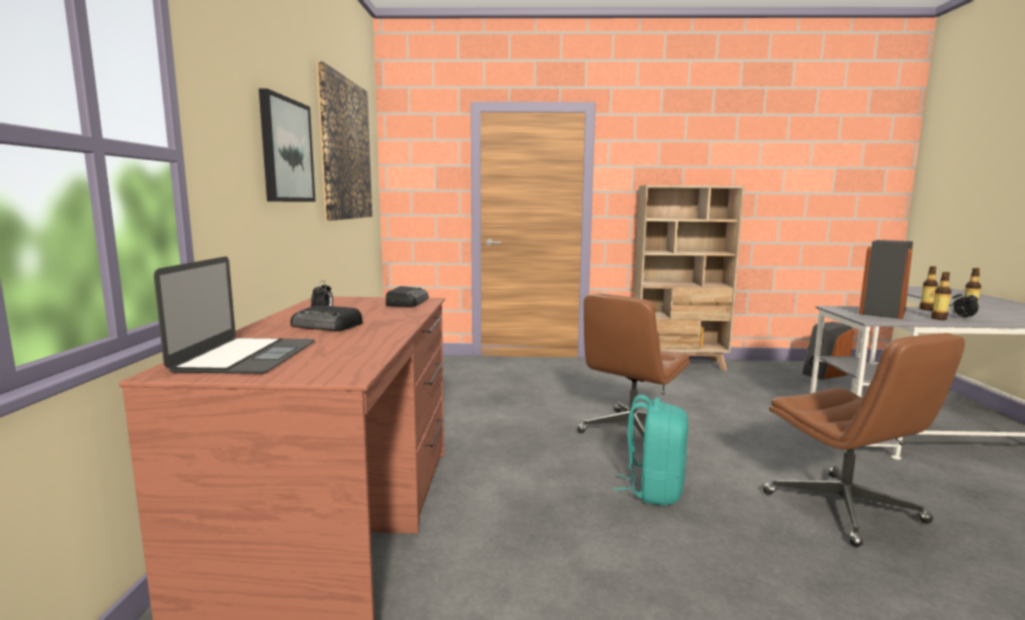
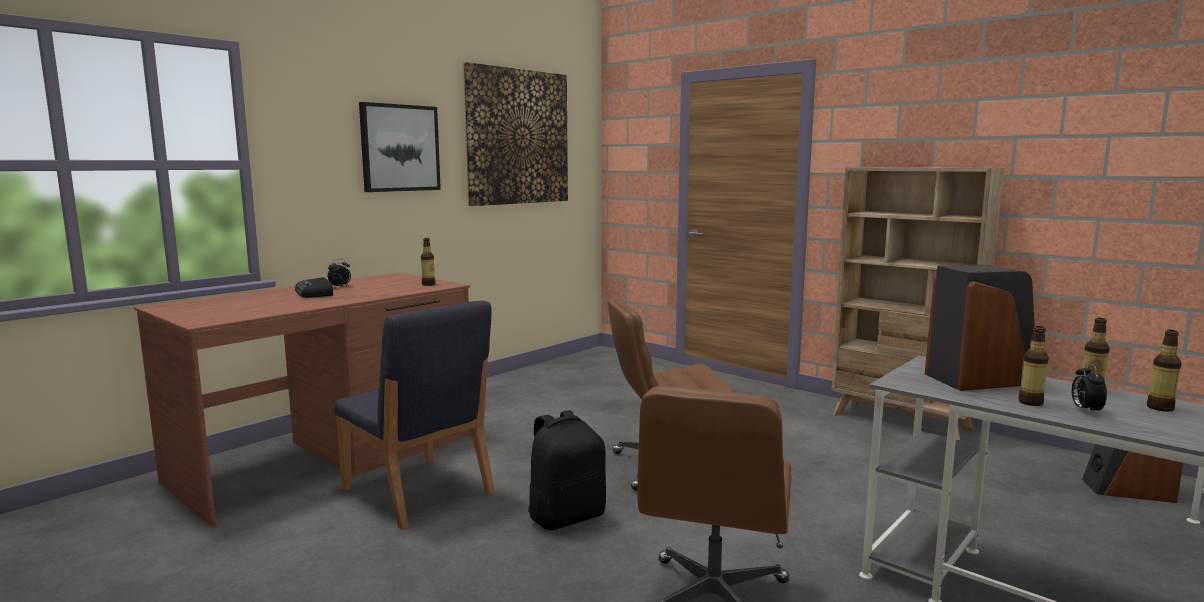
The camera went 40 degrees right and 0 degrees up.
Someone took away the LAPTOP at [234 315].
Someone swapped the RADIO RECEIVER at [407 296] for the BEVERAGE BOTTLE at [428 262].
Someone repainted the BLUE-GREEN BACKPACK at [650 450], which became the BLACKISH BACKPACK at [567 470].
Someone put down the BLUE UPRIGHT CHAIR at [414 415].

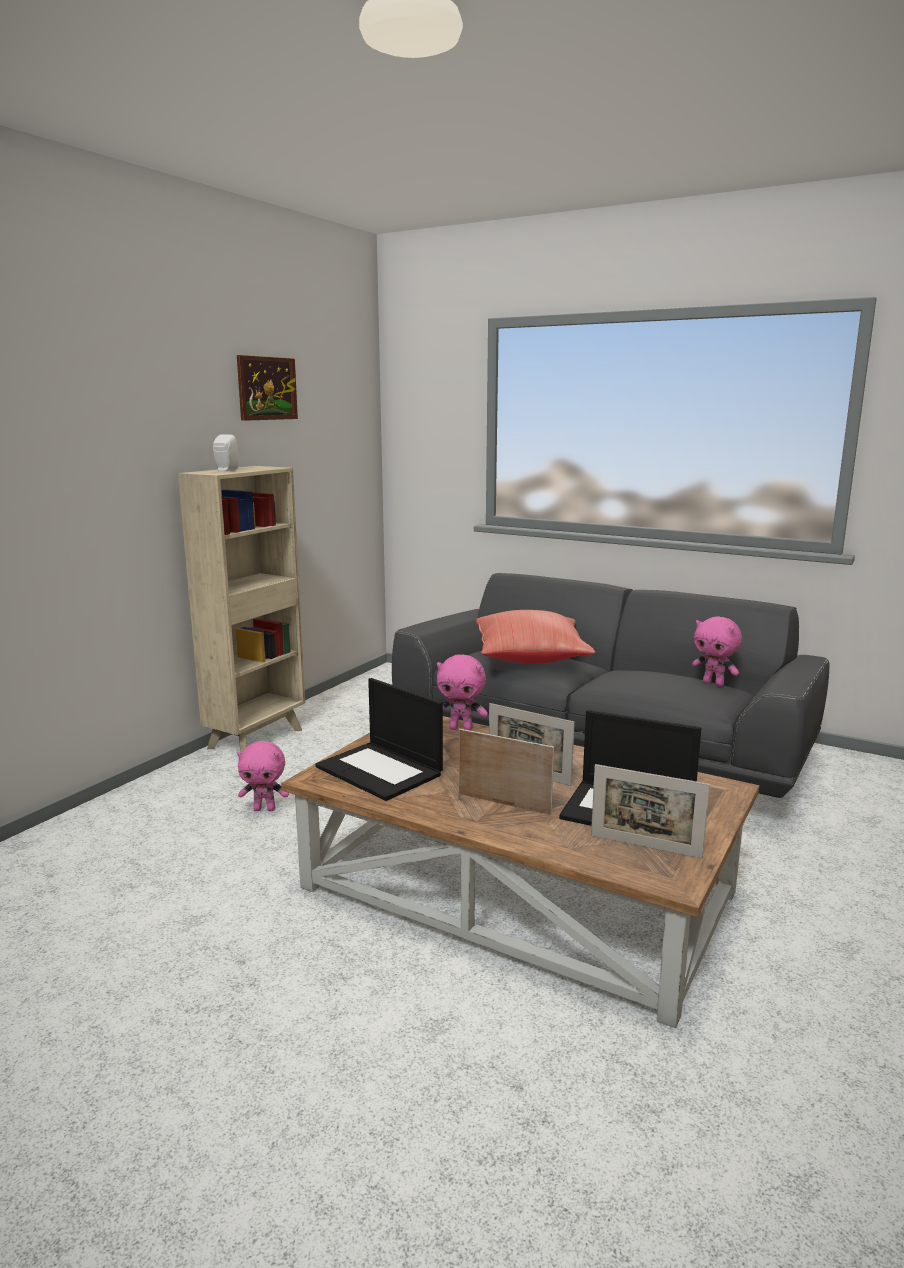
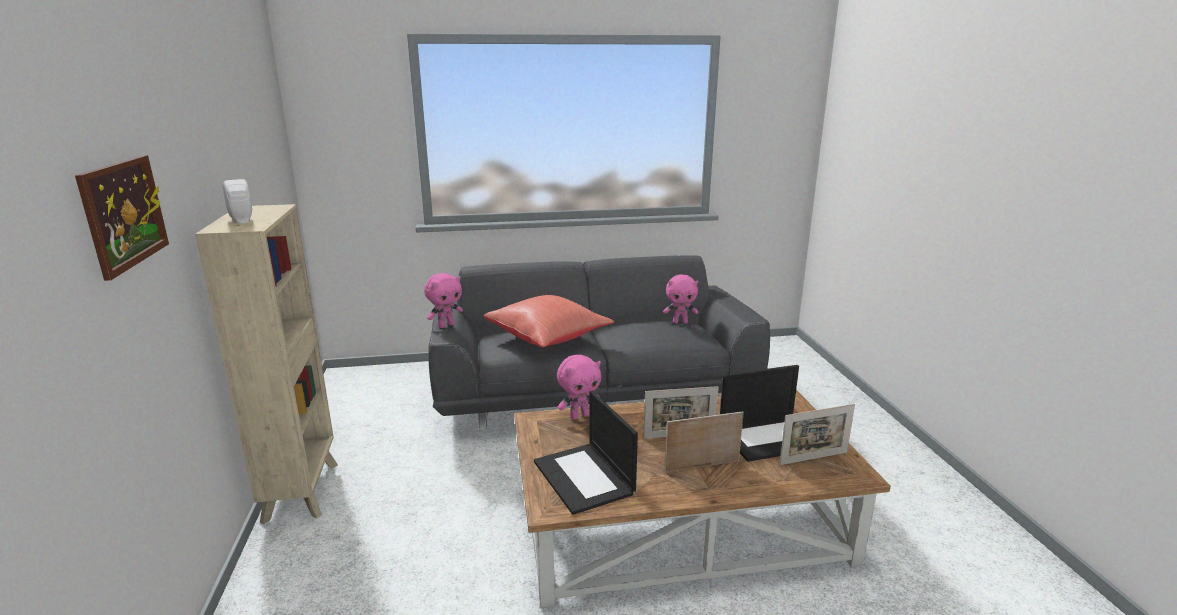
The camera went 40 degrees left and 5 degrees up.
Someone carried the WALL PICTURE from [267 388] to [122 218].
Someone rotated the LAPTOP at [379 739] by 60 degrees clockwise.
Someone carried the PINK PLUSH TOY from [263 776] to [443 300].

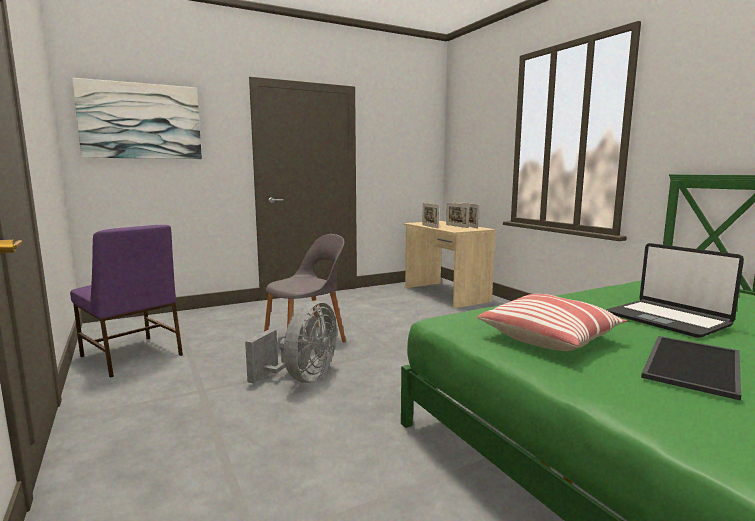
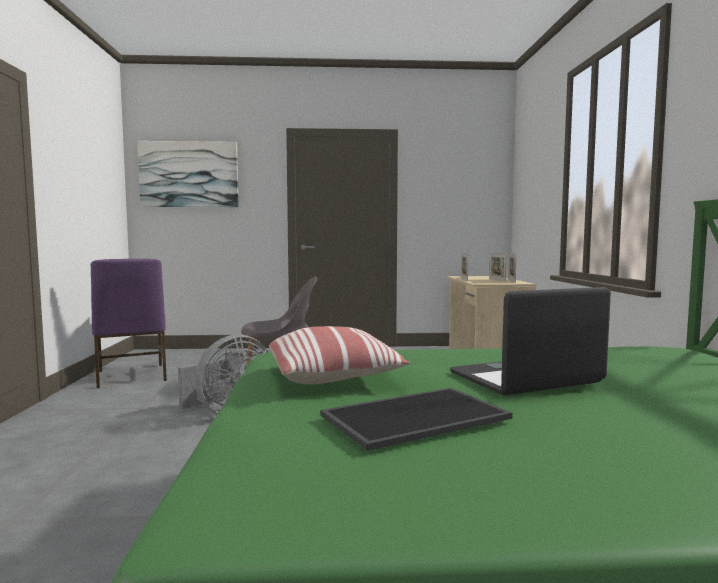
The camera went 25 degrees right and 5 degrees down.
Someone rotated the LAPTOP at [675 290] by 75 degrees clockwise.

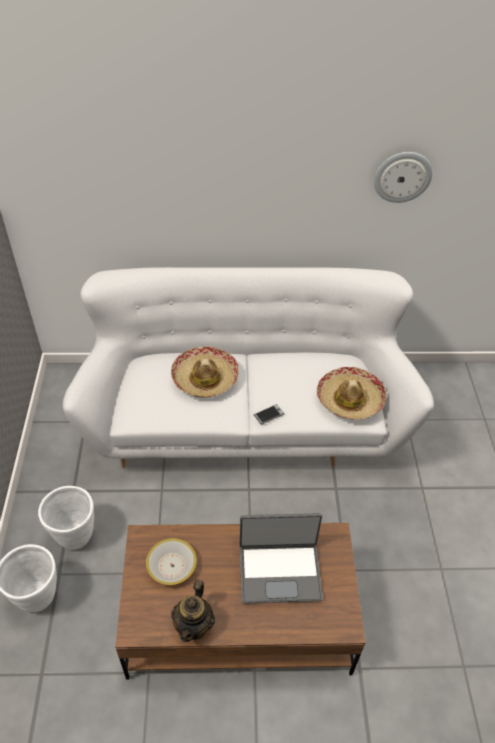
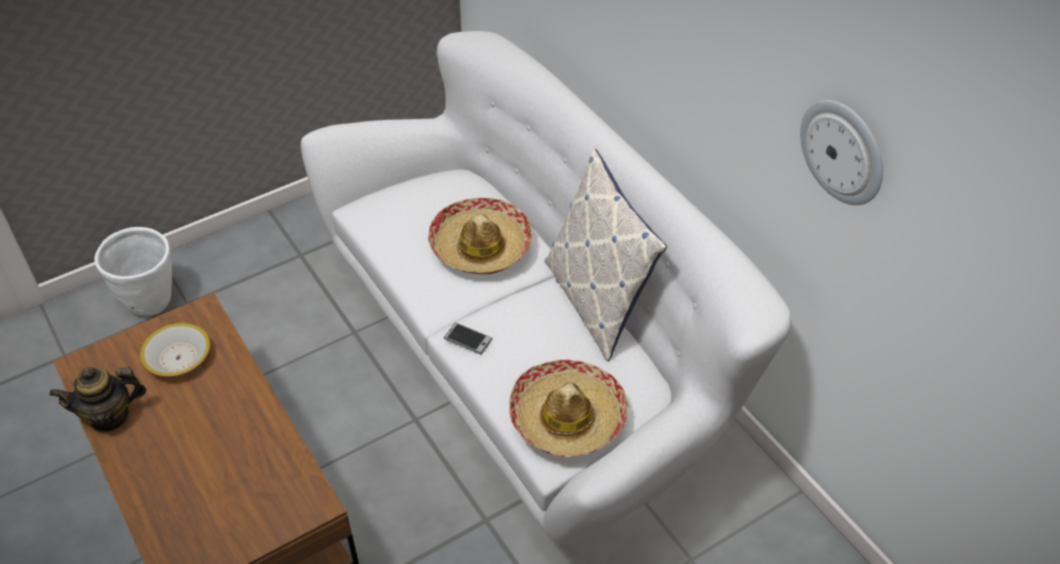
The camera went 60 degrees right and 0 degrees up.
Someone took away the WHITE-COLOURED PLANTER at [66 518].
Someone took away the LAPTOP at [281 558].
Someone put down the CUSHION at [605 254].

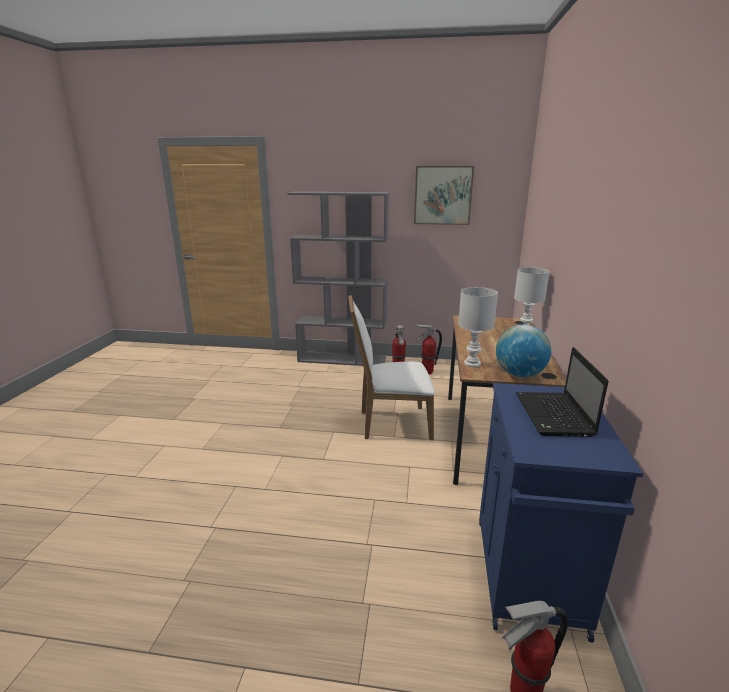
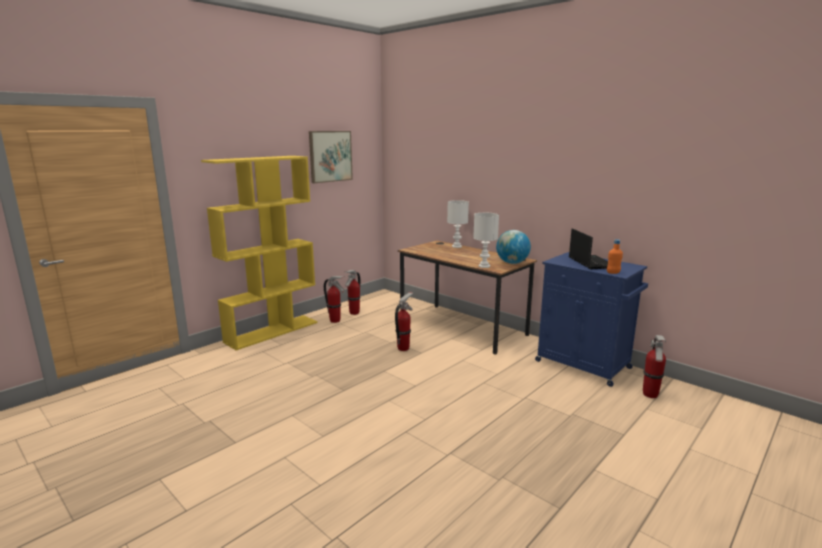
The camera went 55 degrees left and 5 degrees down.
Someone repainted the GREYISH BOOKCASE at [338 278], which became the YELLOW-COLOURED BOOKCASE at [259 253].
Someone swapped the WHITE-COLOURED UPRIGHT CHAIR at [391 367] for the FIRE EXTINGUISHER at [404 321].
Someone rotated the LAPTOP at [562 392] by 135 degrees counterclockwise.
Someone put down the ORANGEY BEVERAGE BOTTLE at [615 256].

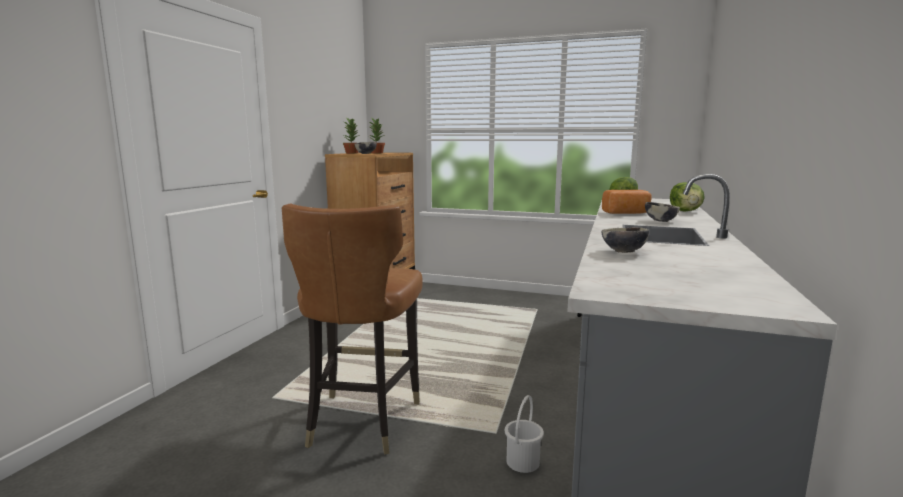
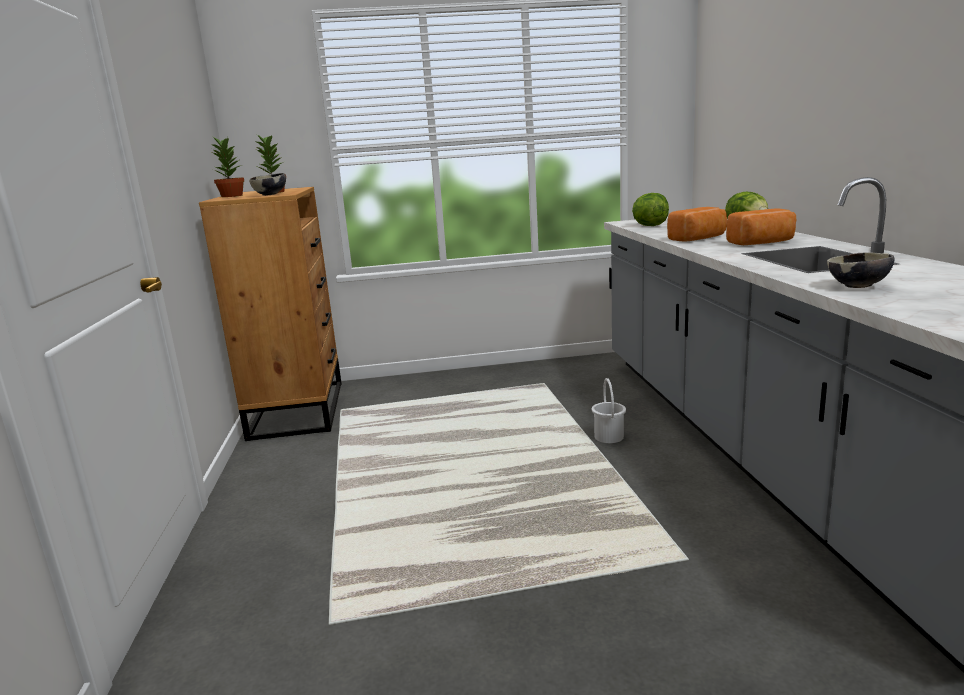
The camera went 25 degrees left and 5 degrees up.
Someone swapped the DEEP DISH at [662 212] for the BAKED BREAD at [761 227].
Someone took away the BROWNISH UPRIGHT CHAIR at [352 329].
Someone carried the WHITE-COLOURED WATER BUCKET from [524 434] to [609 410].

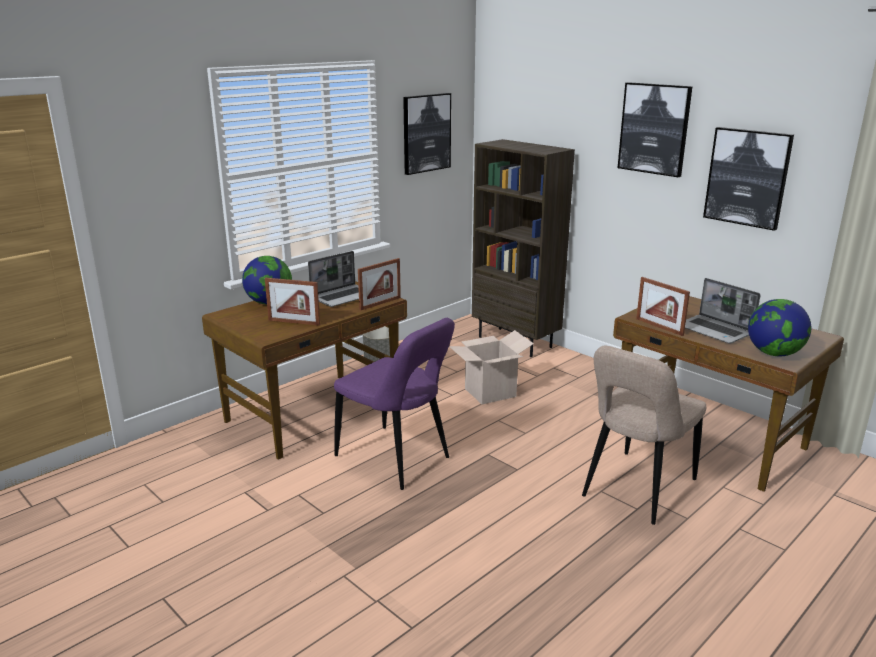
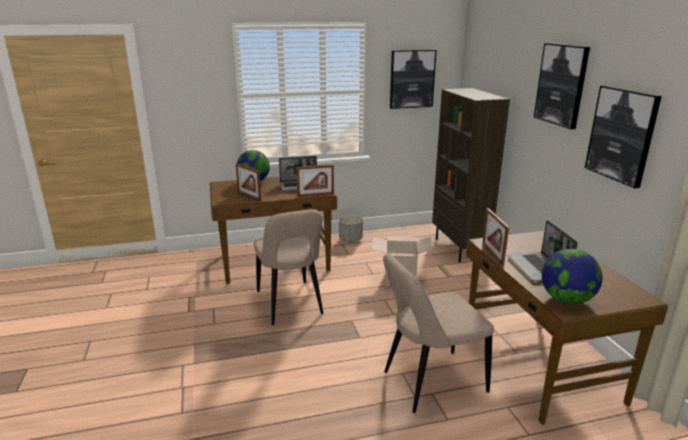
The camera went 30 degrees right and 0 degrees up.
Someone repainted the PURPLE UPRIGHT CHAIR at [394 404], which became the BEIGE-COLOURED UPRIGHT CHAIR at [289 267].

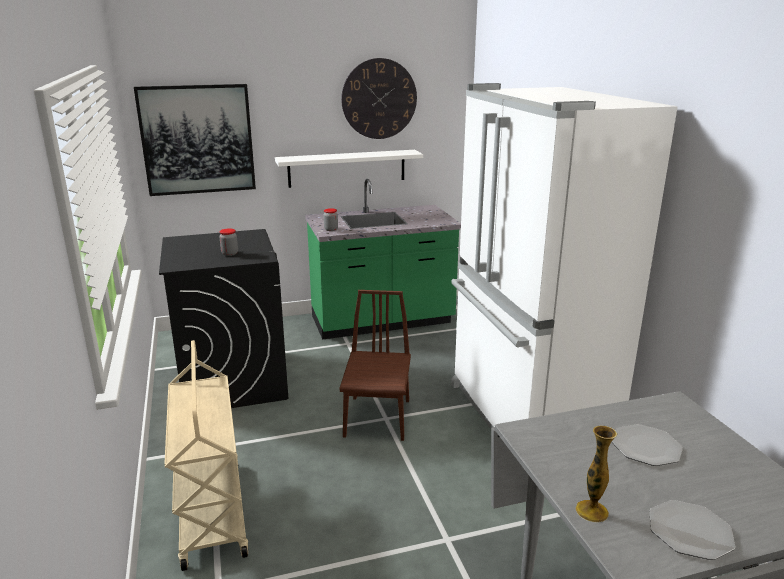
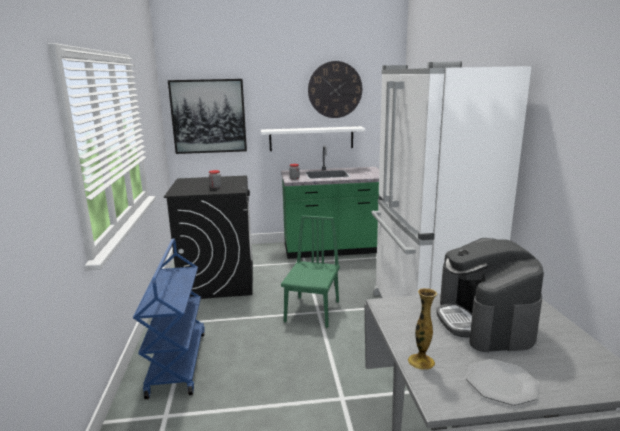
The camera went 10 degrees right and 5 degrees down.
Someone repainted the BROWNISH UPRIGHT CHAIR at [375 365], which became the GREEN-COLOURED UPRIGHT CHAIR at [310 271].
Someone repainted the BEIGE-COLOURED CART at [206 455], which became the BLUE CART at [169 318].
Someone swapped the FLAT DISH at [647 445] for the COFFEE BREWER at [490 295].

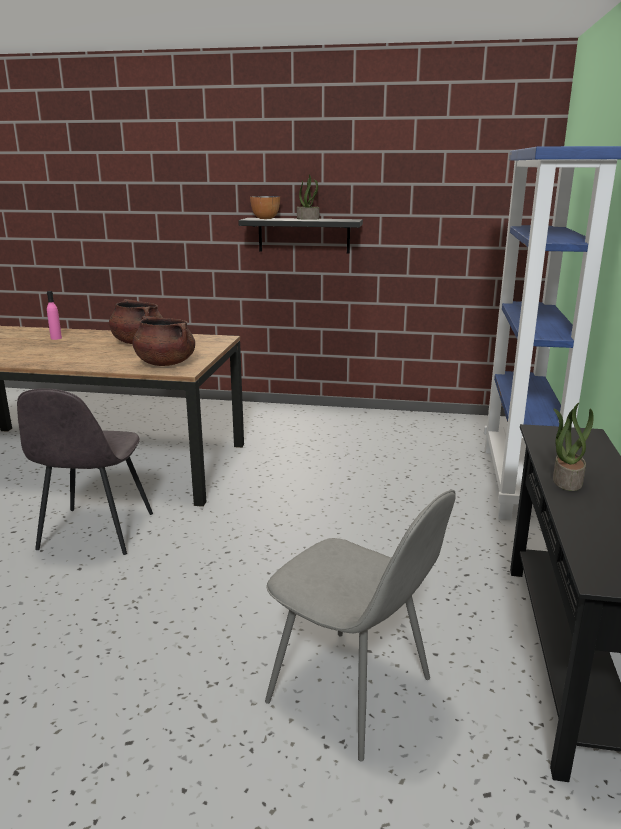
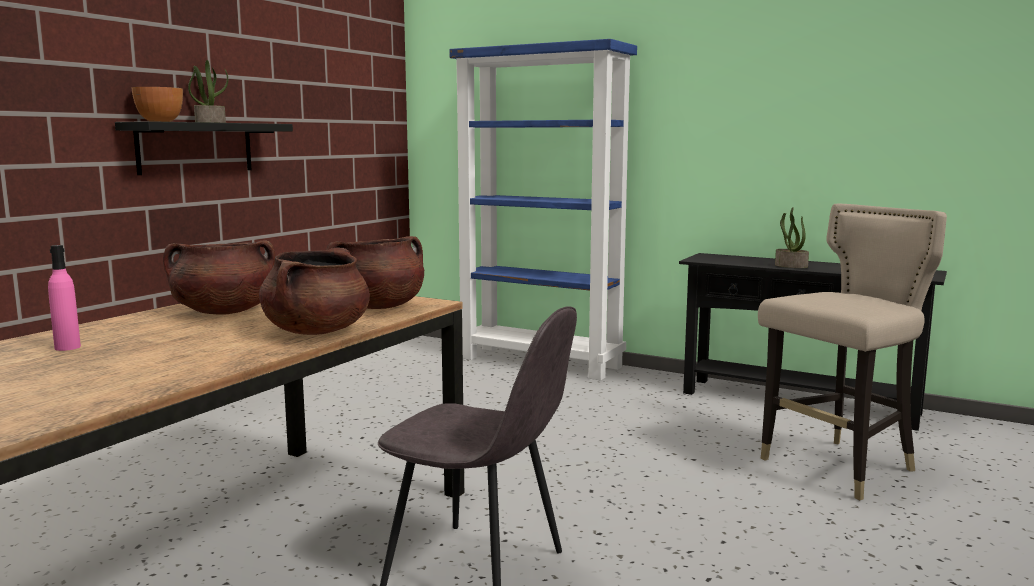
The camera went 70 degrees left and 10 degrees down.
Someone swapped the GREYISH UPRIGHT CHAIR at [360 625] for the BEIGE-COLOURED STOOL at [852 351].
Someone put down the BROWNISH STOCKPOT at [314 291].

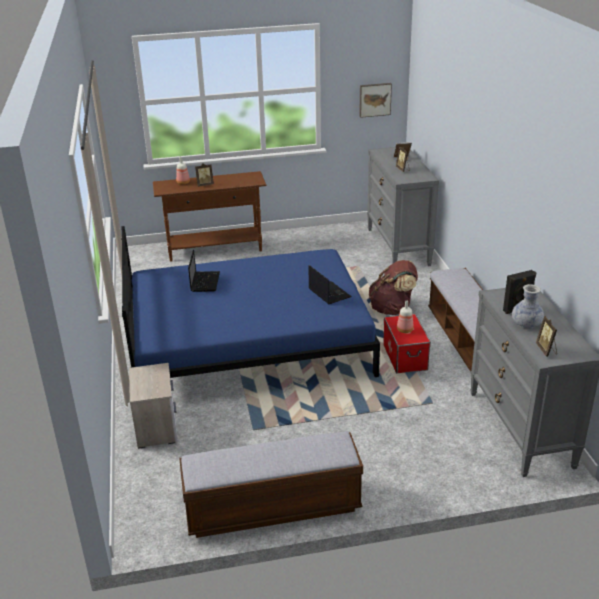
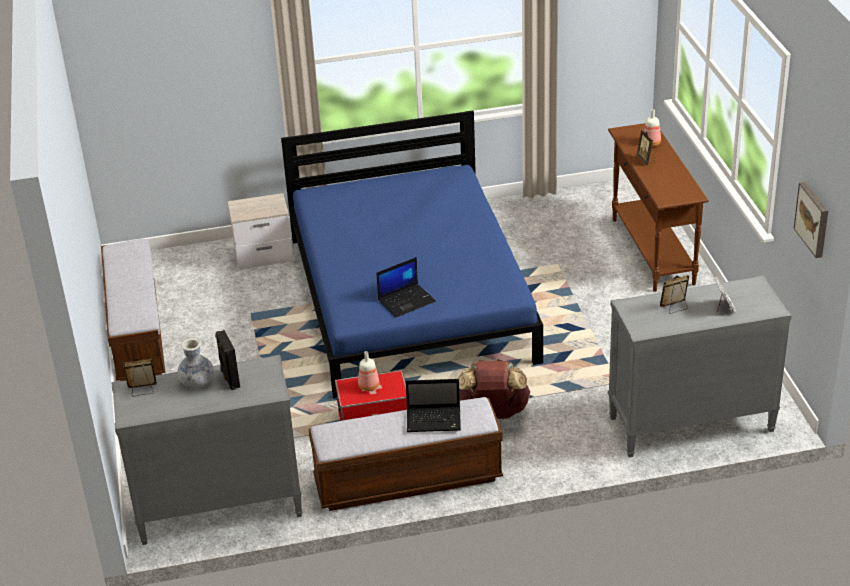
The camera went 90 degrees right and 5 degrees up.
Someone carried the LAPTOP from [204 271] to [433 405].

